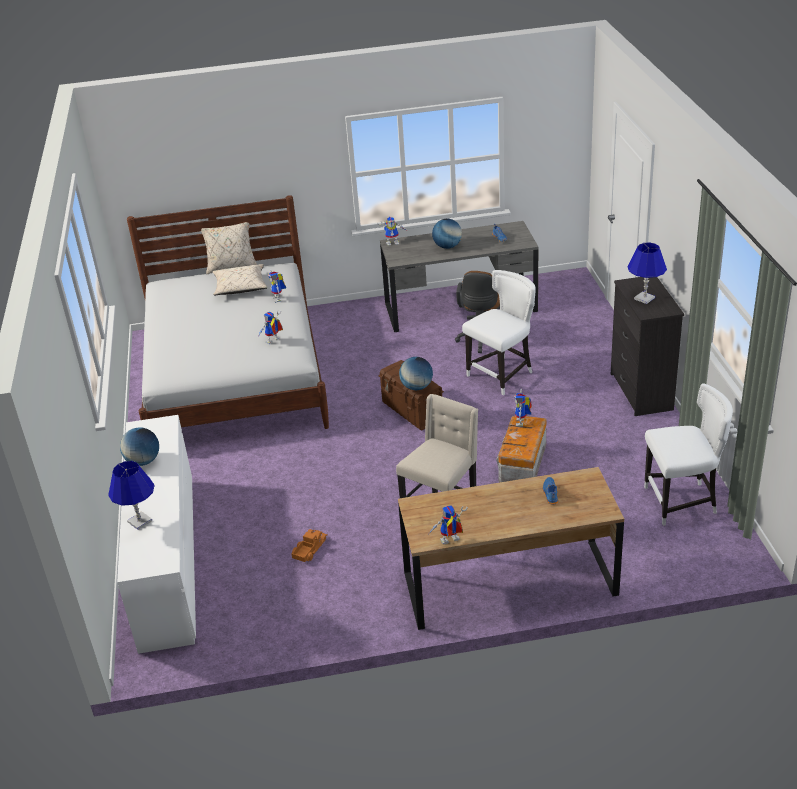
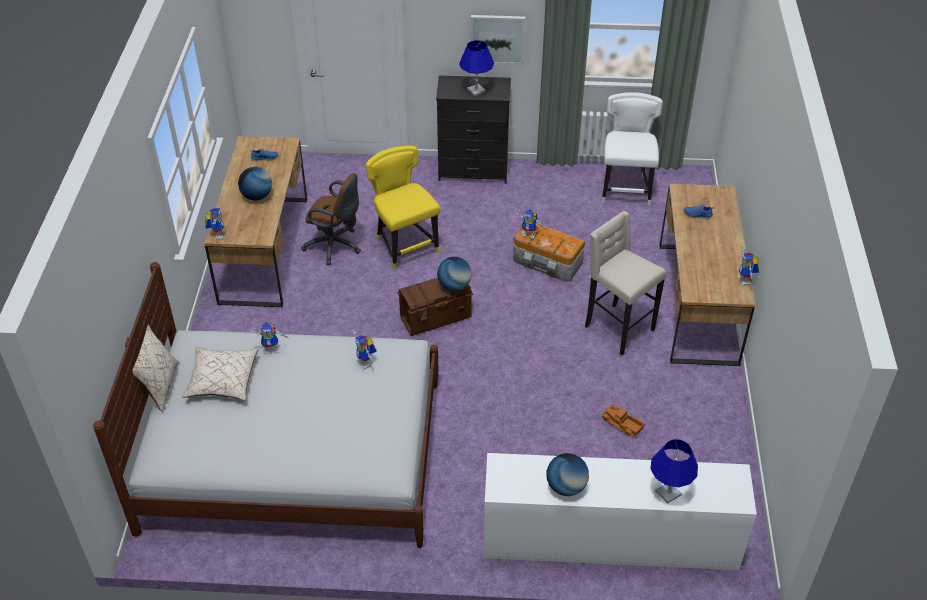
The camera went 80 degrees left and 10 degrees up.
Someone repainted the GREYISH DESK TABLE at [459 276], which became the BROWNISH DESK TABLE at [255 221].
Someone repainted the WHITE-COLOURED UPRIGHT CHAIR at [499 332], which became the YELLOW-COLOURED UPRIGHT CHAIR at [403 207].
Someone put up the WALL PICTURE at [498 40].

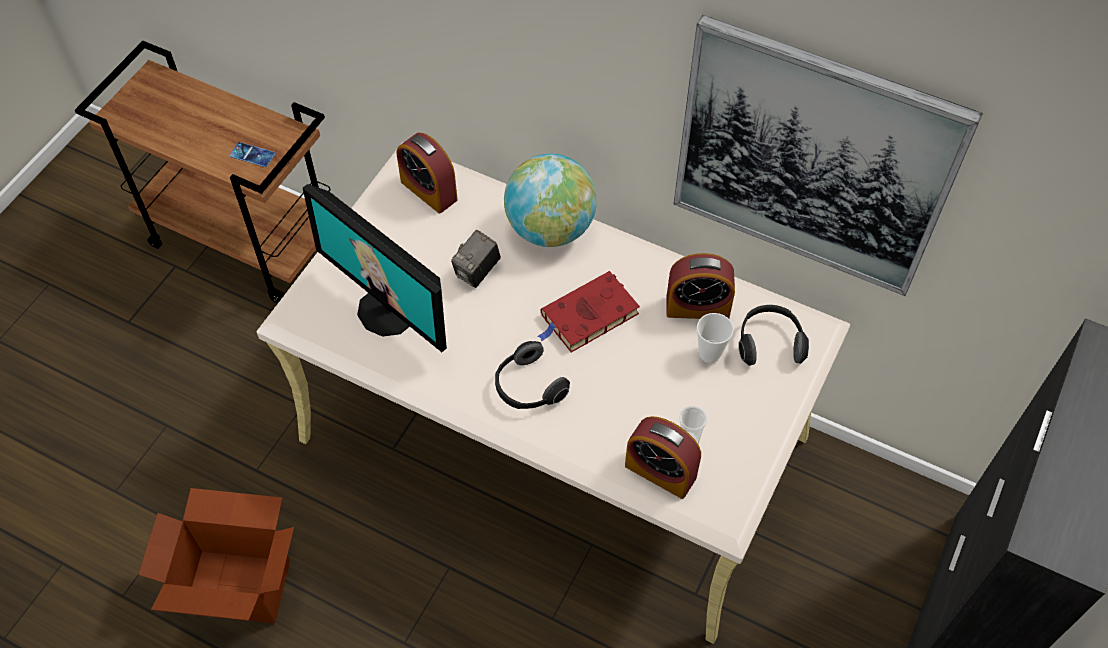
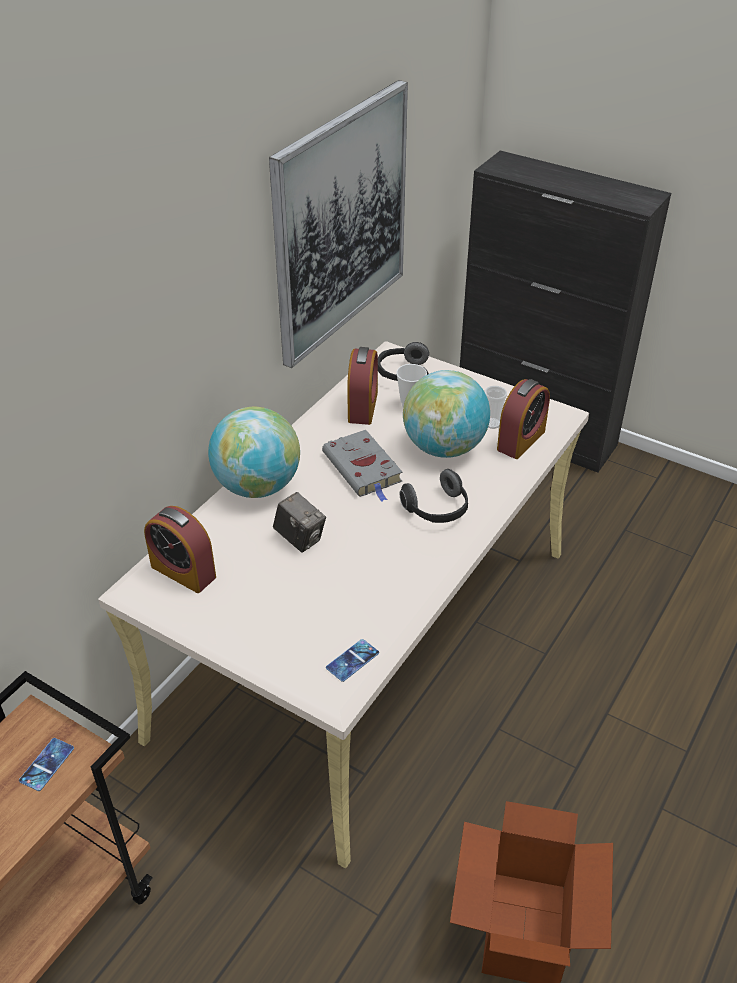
The camera went 85 degrees left and 15 degrees down.
Someone rotated the TABLE CLOCK at [427 173] by 75 degrees clockwise.
Someone took away the COMPUTER DISPLAY at [375 268].
Someone repainted the REDDISH BOOK at [588 311], which became the GREYISH BOOK at [362 466].
Someone put down the GLOBE at [446 414].
Someone put down the PHONE at [352 660].

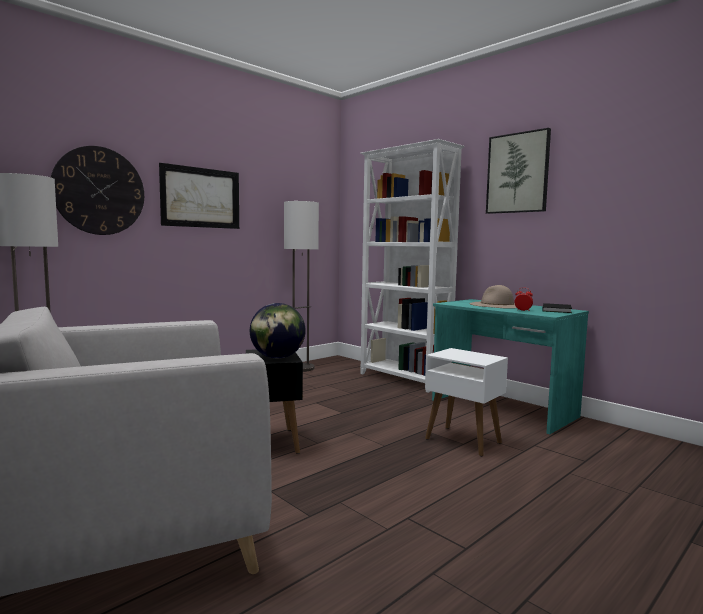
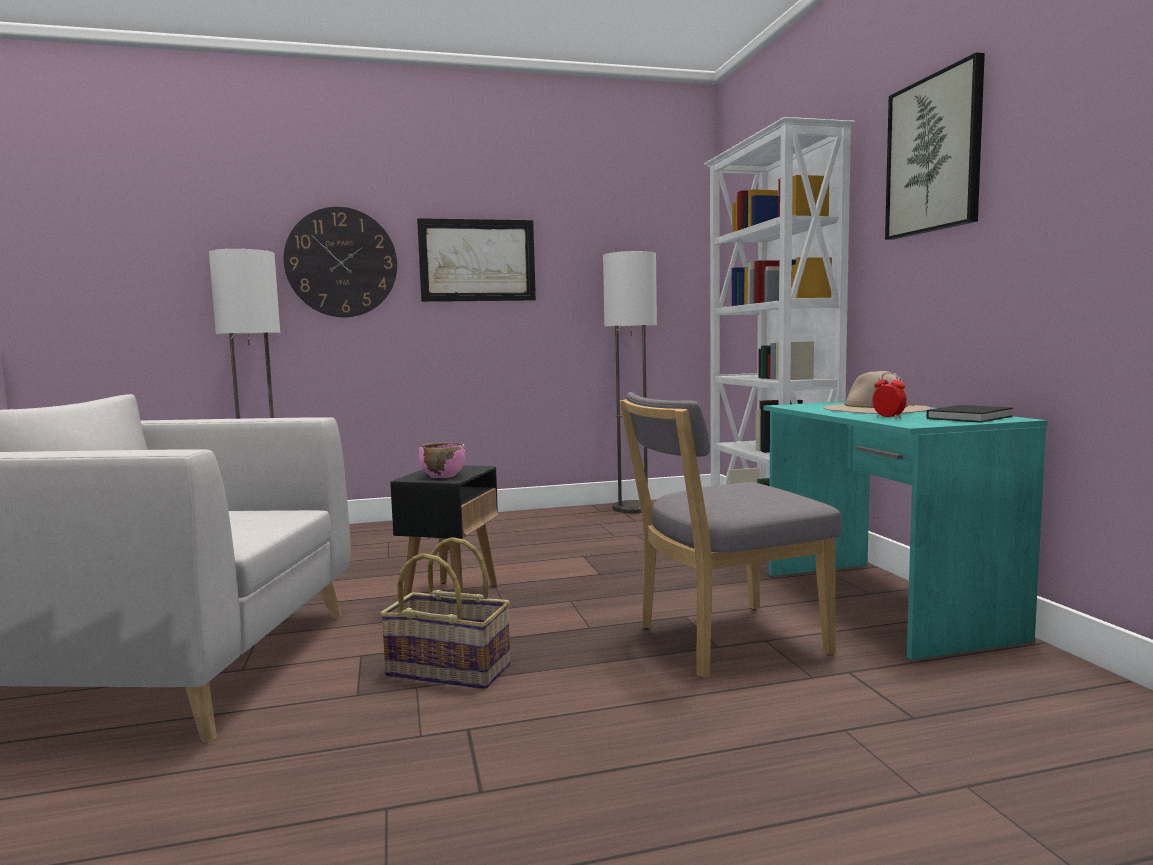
The camera went 30 degrees right and 0 degrees up.
Someone swapped the GLOBE at [278 330] for the PINK DEEP DISH at [442 460].
Someone swapped the WHITE-COLOURED END TABLE at [466 402] for the GREYISH UPRIGHT CHAIR at [731 535].
Someone put down the HOUSEHOLD BASKET at [445 613].

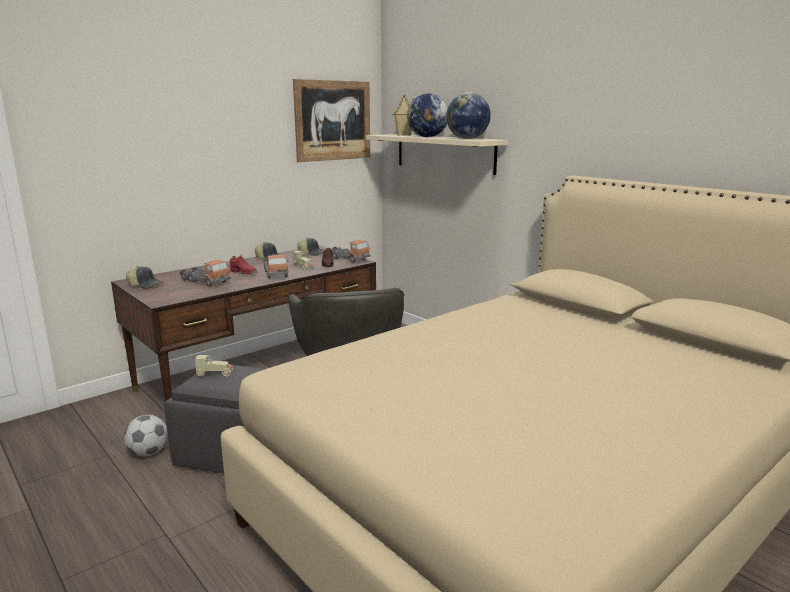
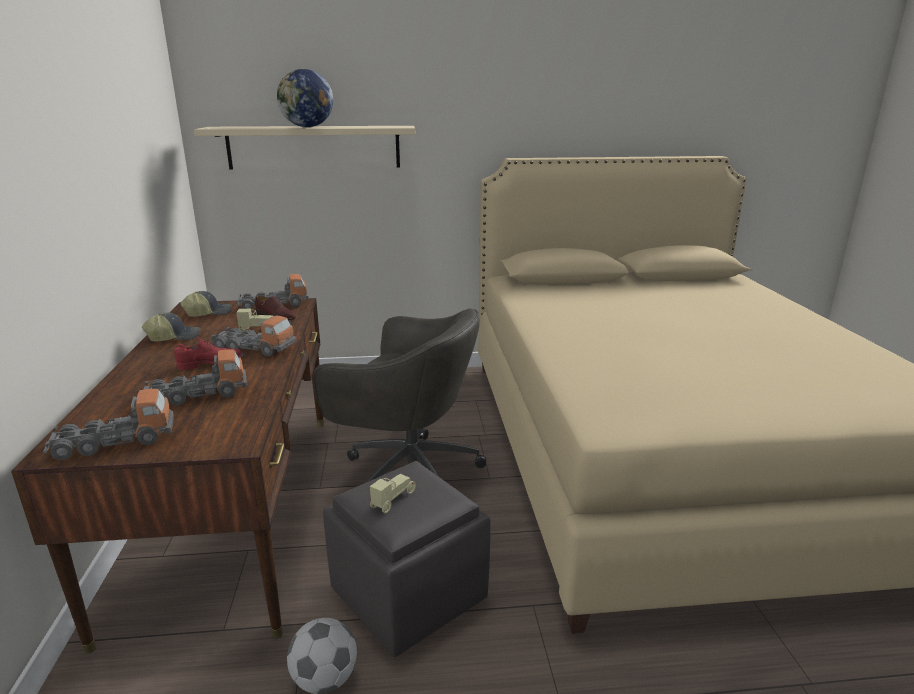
The camera went 55 degrees left and 5 degrees up.
Someone took away the WALL PICTURE at [331 120].
Someone took away the GLOBE at [468 115].
Someone took away the MODEL HOUSE at [403 115].
Someone swapped the PEAKED CAP at [145 277] for the TOY TRUCK at [108 424].

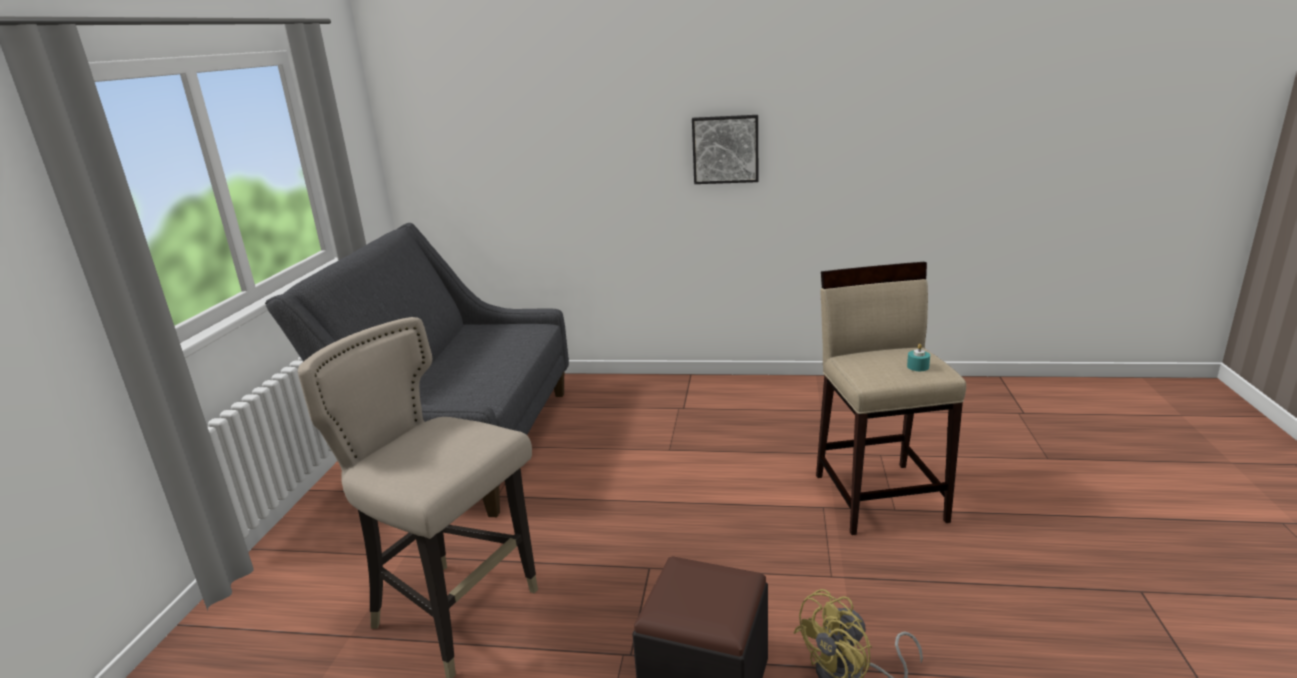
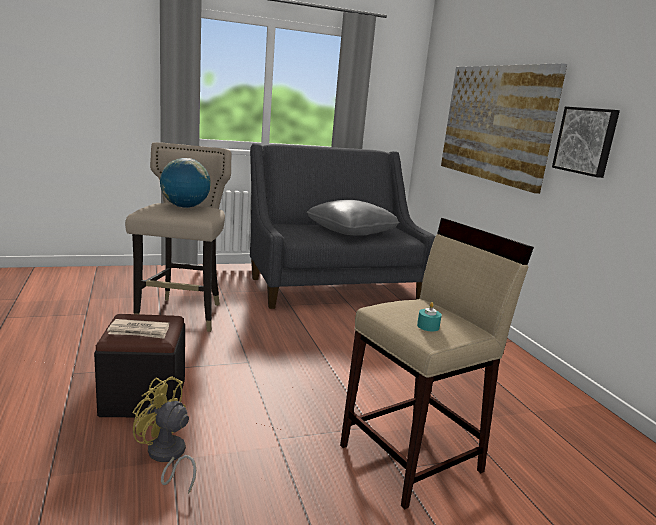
The camera went 60 degrees right and 5 degrees down.
Someone put up the WALL PICTURE at [504 128].
Someone put down the GLOBE at [185 183].
Someone put down the GREYISH CUSHION at [353 218].
Someone put down the DAILY PAPER at [138 329].

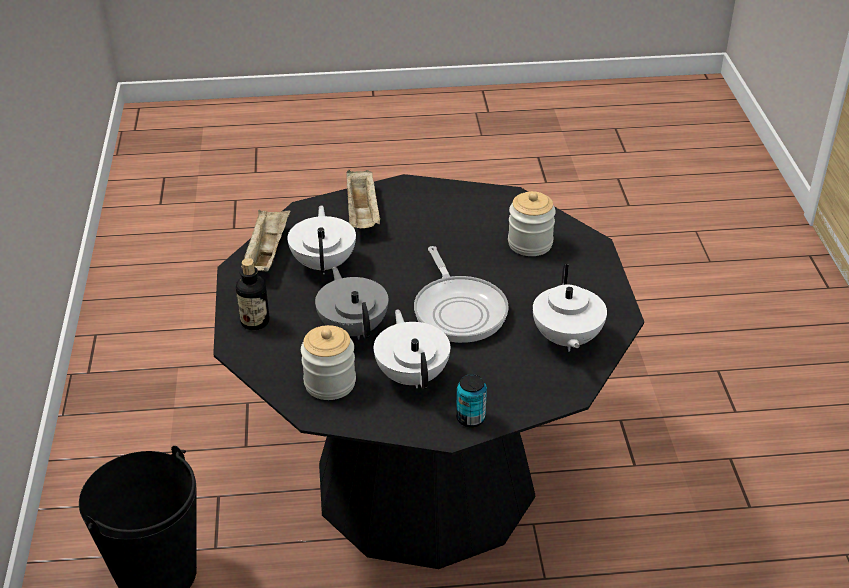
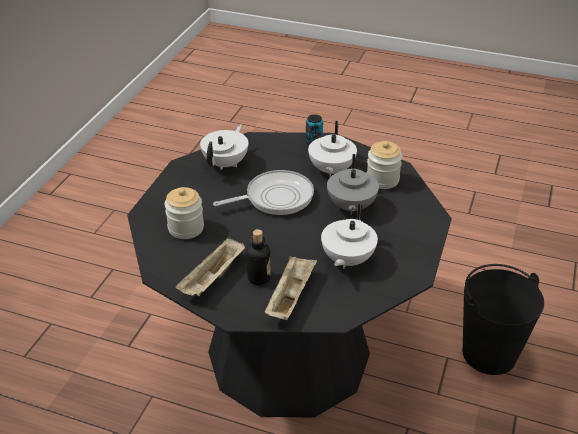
The camera went 155 degrees left and 0 degrees up.
Someone carried the BEIGE-COLOURED TRAY from [265 240] to [210 266].
Someone rotated the PAN at [461 294] by 60 degrees clockwise.
Someone carried the BEVERAGE BOTTLE from [253 294] to [258 257].

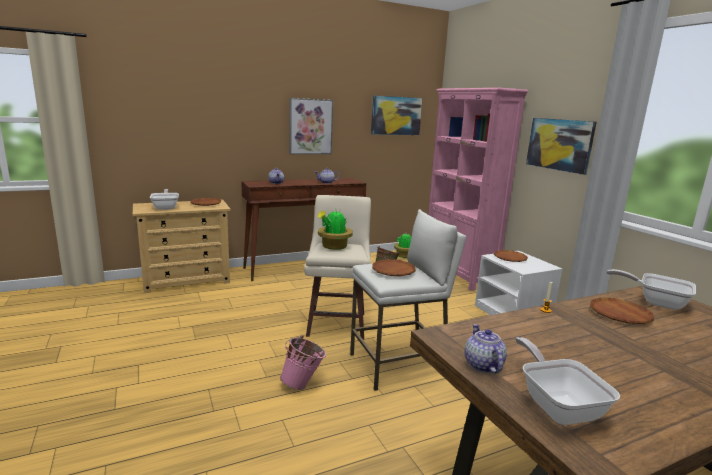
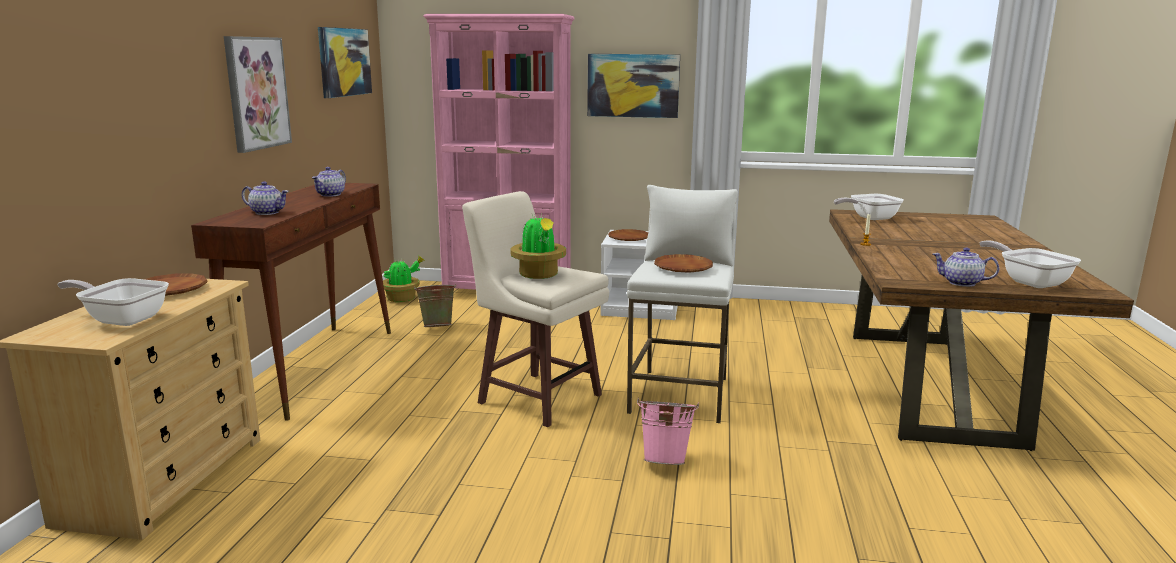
The camera went 55 degrees left and 0 degrees up.
Someone took away the BROWNISH FLAT DISH at [622 310].
Someone rotated the PAN at [567 381] by 45 degrees clockwise.

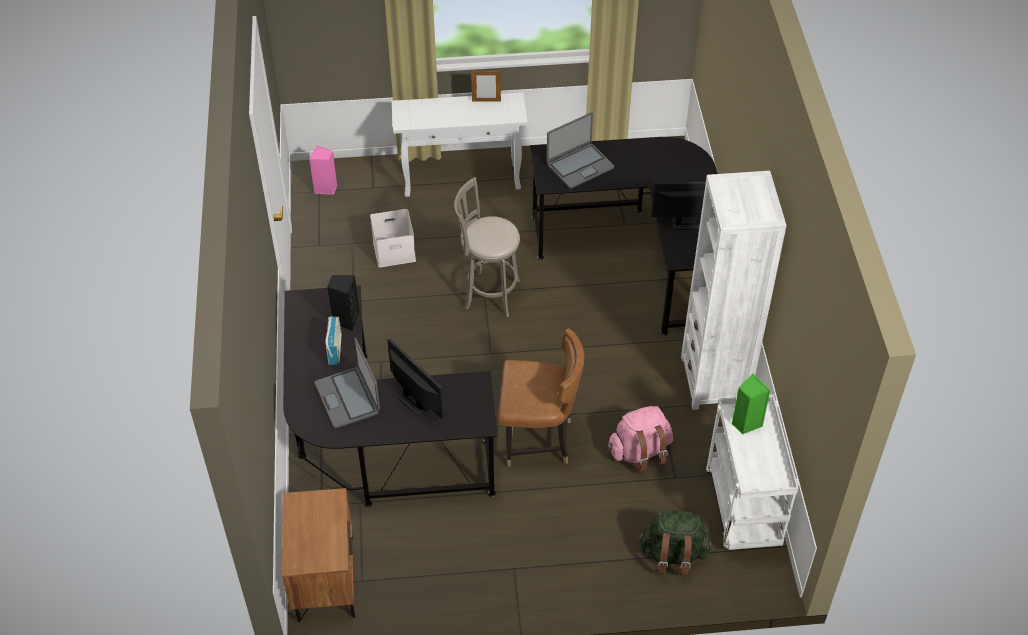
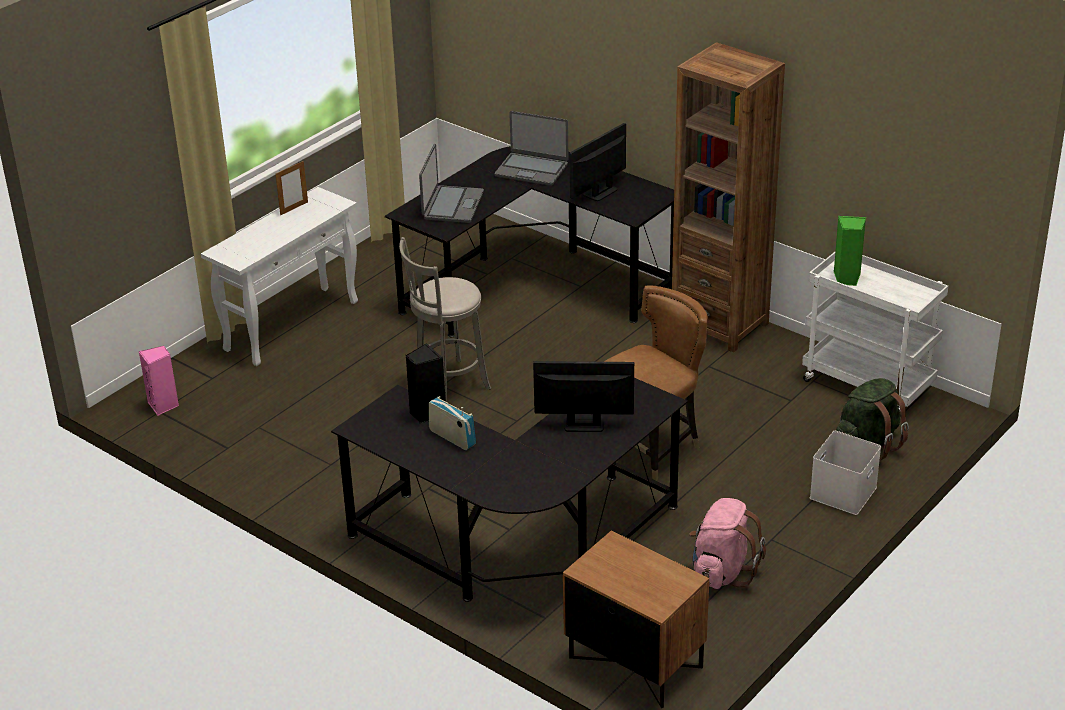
The camera went 45 degrees left and 15 degrees down.
Someone repainted the WHITE-COLOURED BOOKCASE at [734 290], which became the BROWNISH BOOKCASE at [728 197].
Someone carried the WHITE-COLOURED STORAGE BOX from [393 238] to [845 473].
Someone carried the LAPTOP from [347 383] to [531 148].
Someone carried the PINK BACKPACK from [640 439] to [728 543].

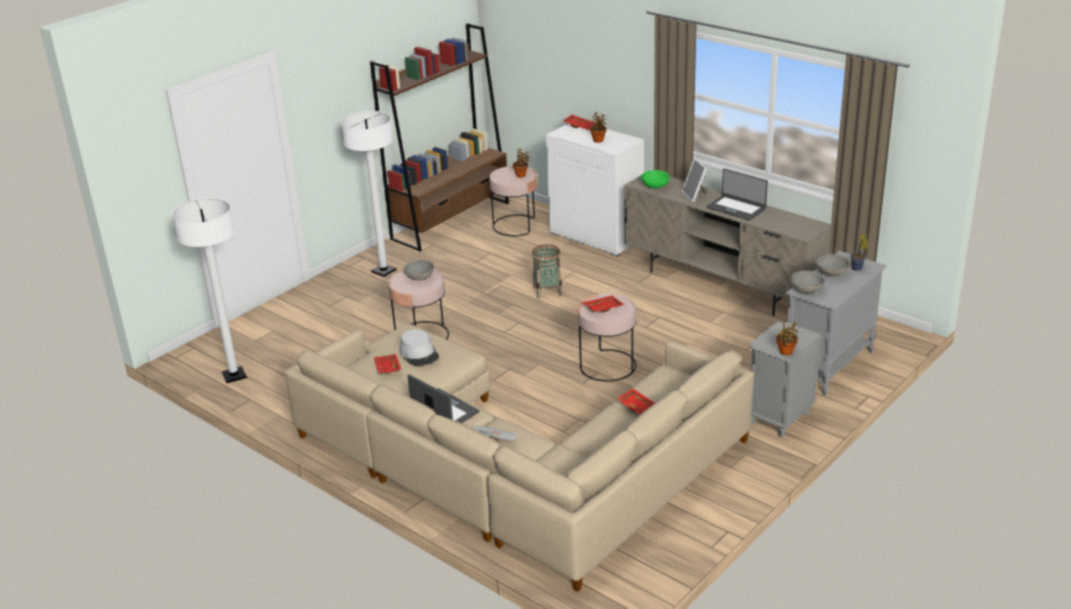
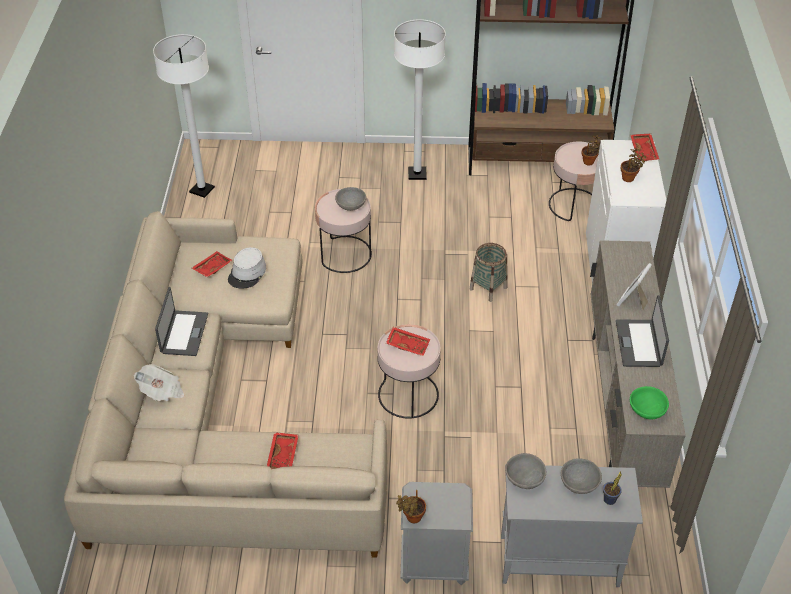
The camera went 50 degrees right and 15 degrees up.
Someone carried the GREEN-COLOURED DEEP DISH from [655 179] to [649 402].

